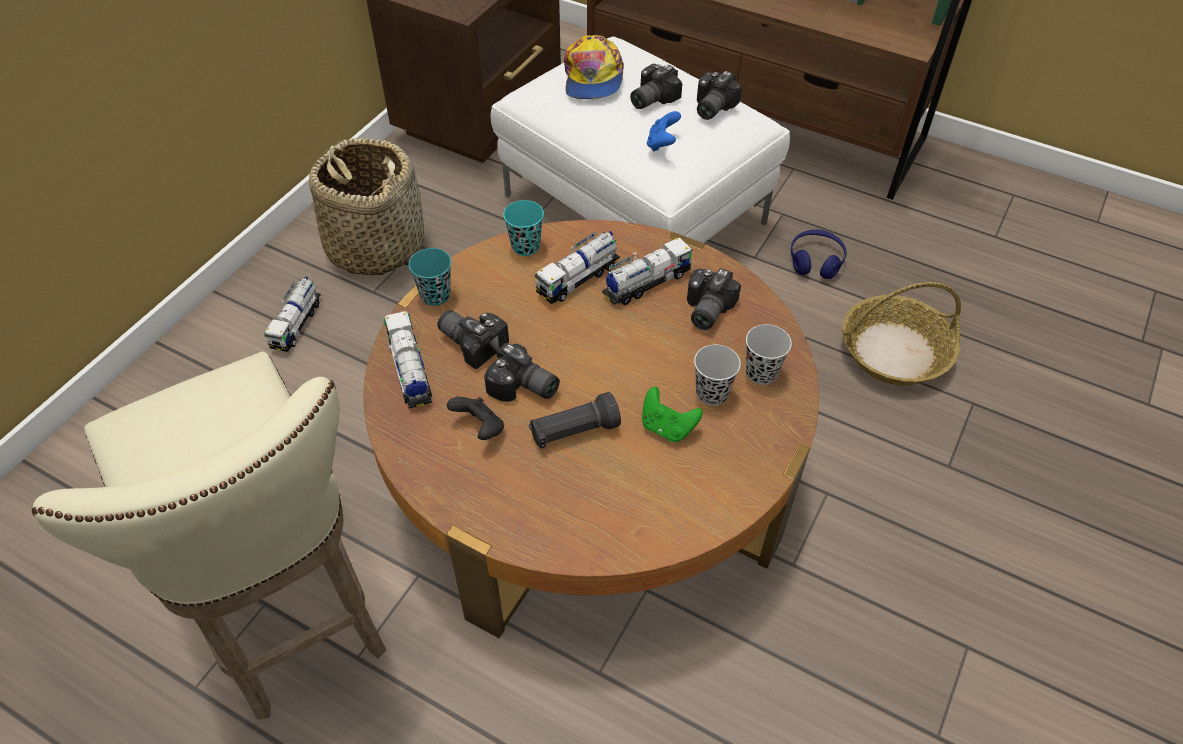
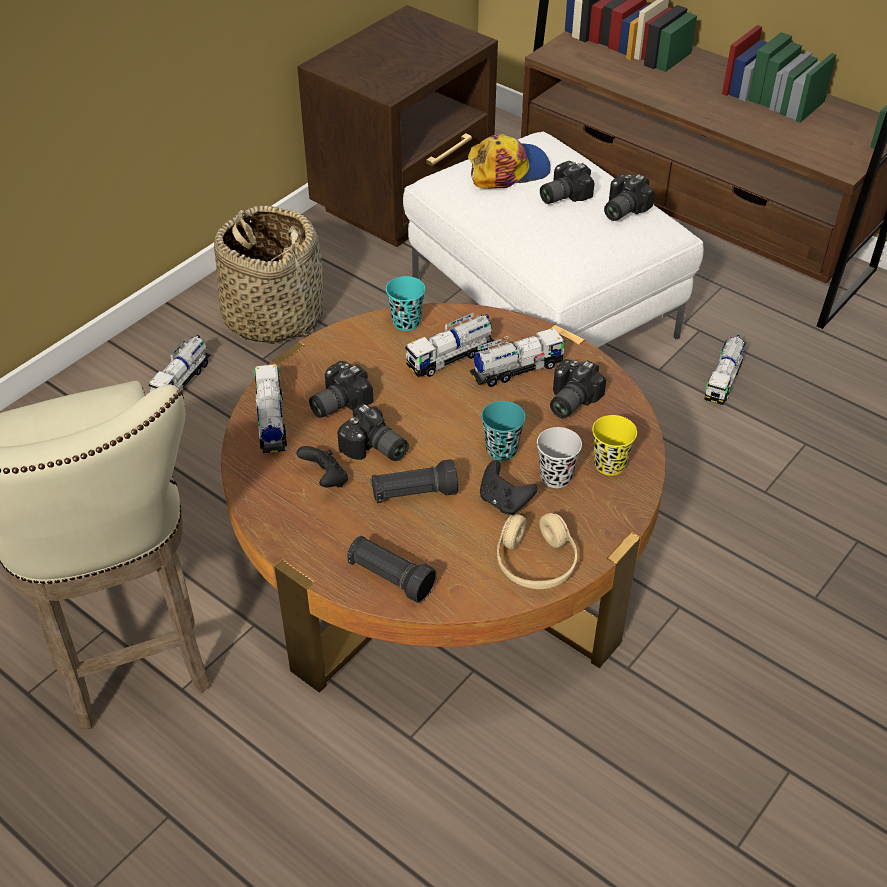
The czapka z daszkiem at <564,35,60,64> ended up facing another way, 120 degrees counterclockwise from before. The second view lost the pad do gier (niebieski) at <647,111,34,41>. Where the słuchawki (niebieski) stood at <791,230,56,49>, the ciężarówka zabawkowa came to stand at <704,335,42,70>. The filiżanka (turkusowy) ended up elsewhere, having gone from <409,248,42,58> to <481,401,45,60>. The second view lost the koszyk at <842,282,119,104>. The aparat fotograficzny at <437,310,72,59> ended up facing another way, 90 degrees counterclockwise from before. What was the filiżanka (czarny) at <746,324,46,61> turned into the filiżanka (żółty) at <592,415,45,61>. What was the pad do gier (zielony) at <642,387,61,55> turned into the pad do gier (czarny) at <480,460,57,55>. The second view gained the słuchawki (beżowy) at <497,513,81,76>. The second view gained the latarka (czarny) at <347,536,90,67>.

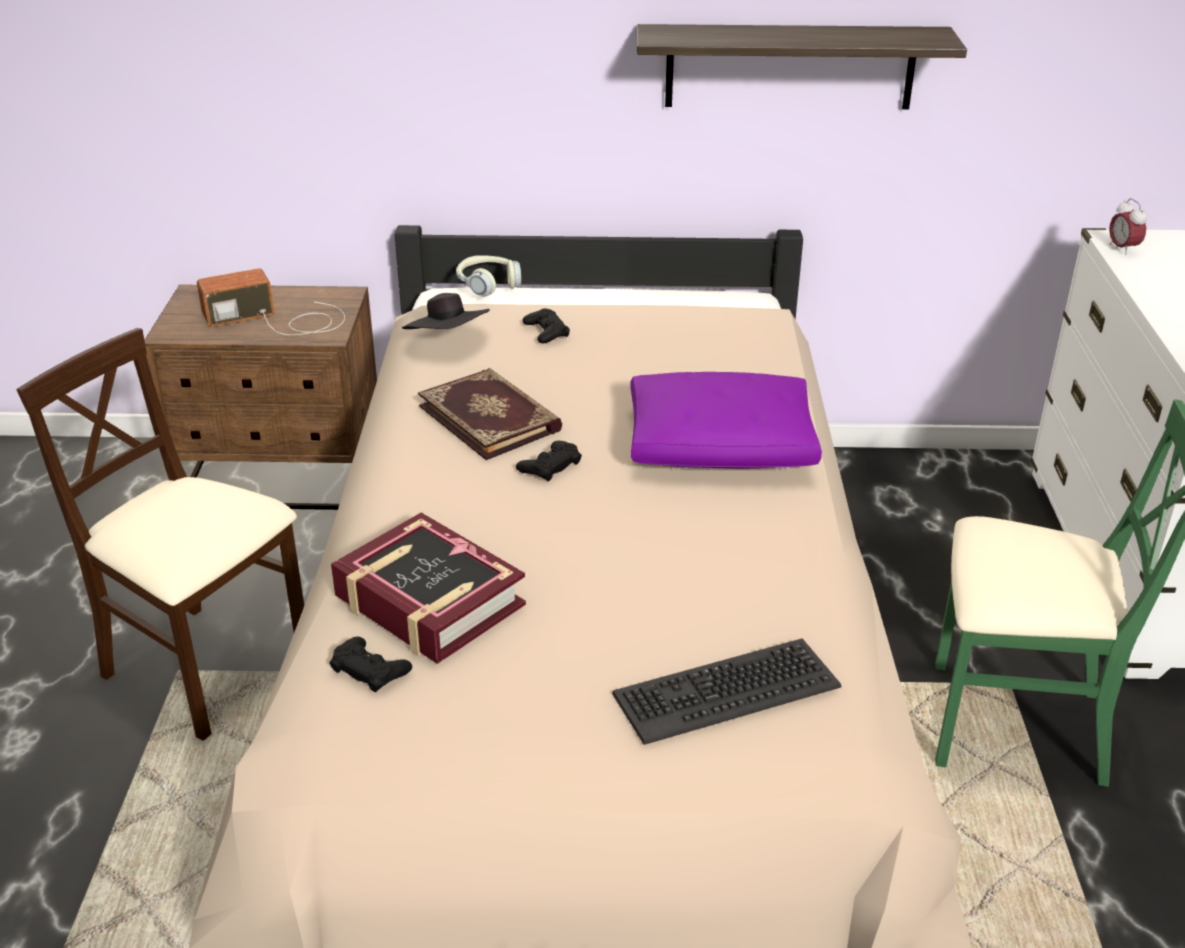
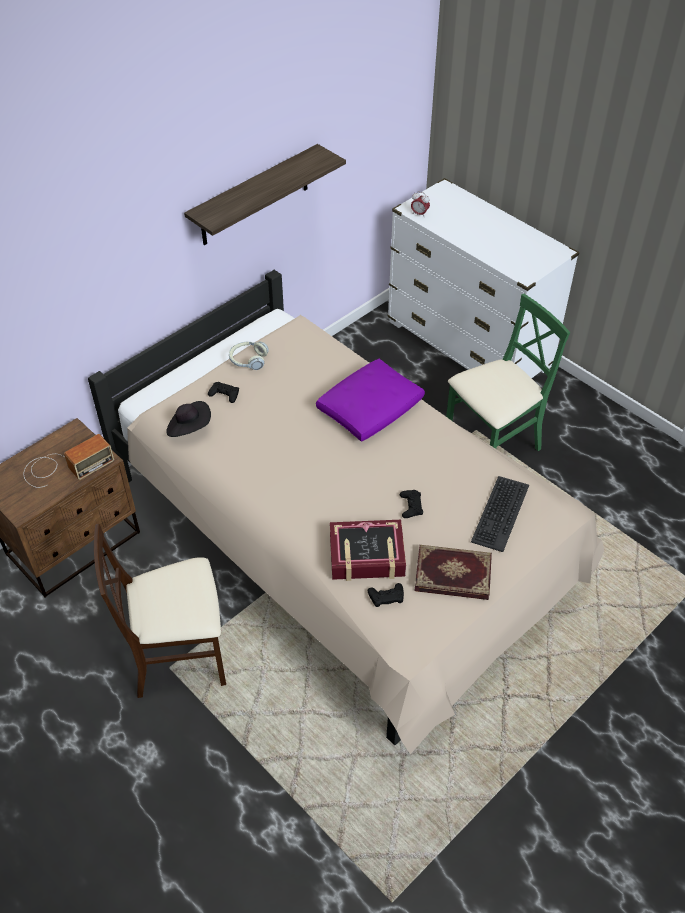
The słuchawki ended up elsewhere, having gone from <456,256,65,41> to <229,341,39,29>. The radio at <197,268,148,68> ended up facing another way, 150 degrees counterclockwise from before. The książka ended up elsewhere, having gone from <418,368,144,92> to <415,545,77,55>. The pad do gier (czarny) ended up elsewhere, having gone from <516,441,66,40> to <400,490,23,28>.

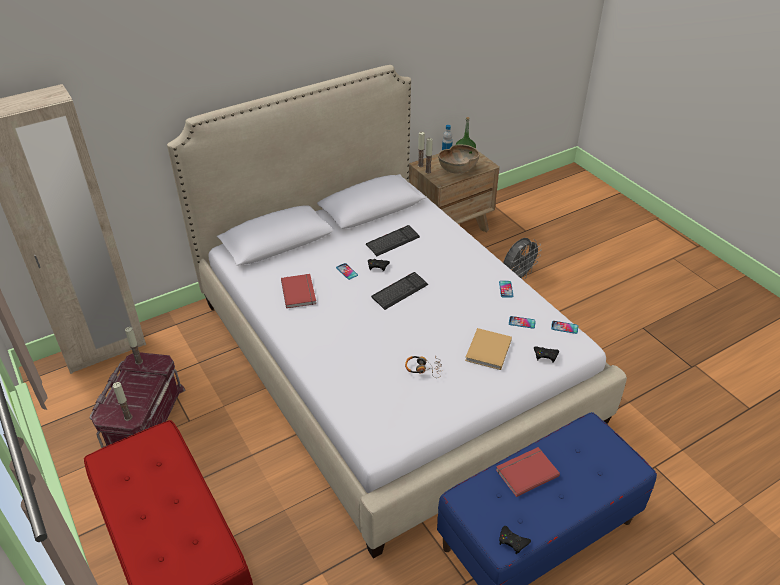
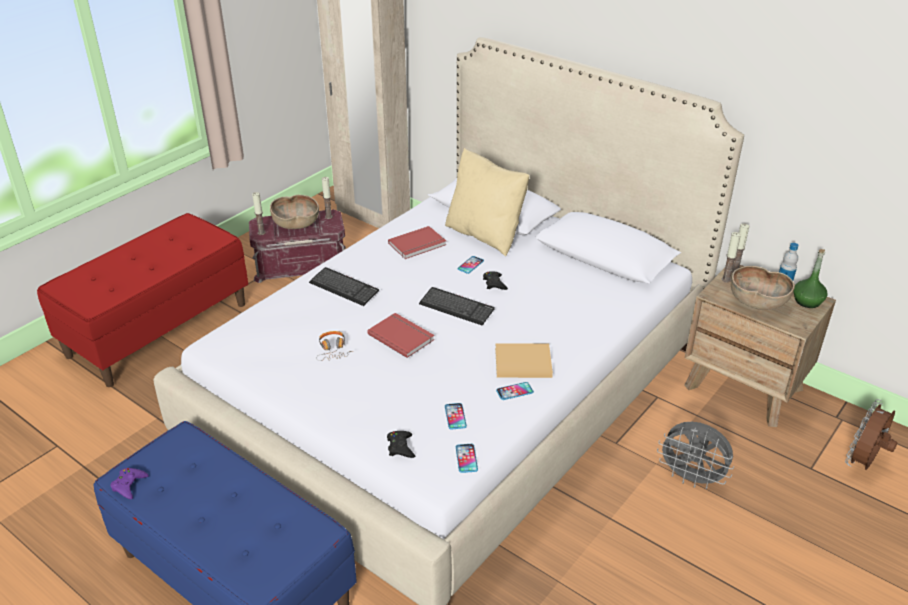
The klawiatura ended up elsewhere, having gone from <366,225,54,31> to <309,267,70,39>. The książka (beżowy) ended up elsewhere, having gone from <465,328,47,42> to <495,343,58,35>. The książka (czerwony) ended up elsewhere, having gone from <496,447,64,50> to <367,313,67,45>. What was the pad do gier (czarny) at <499,526,32,28> turned into the pad do gier (fioletowy) at <110,468,39,31>. The second view gained the poduszka (beżowy) at <445,148,84,108>. The second view gained the miska (brązowy) at <270,195,49,34>. The second view gained the wentylator (brązowy) at <845,399,52,71>.

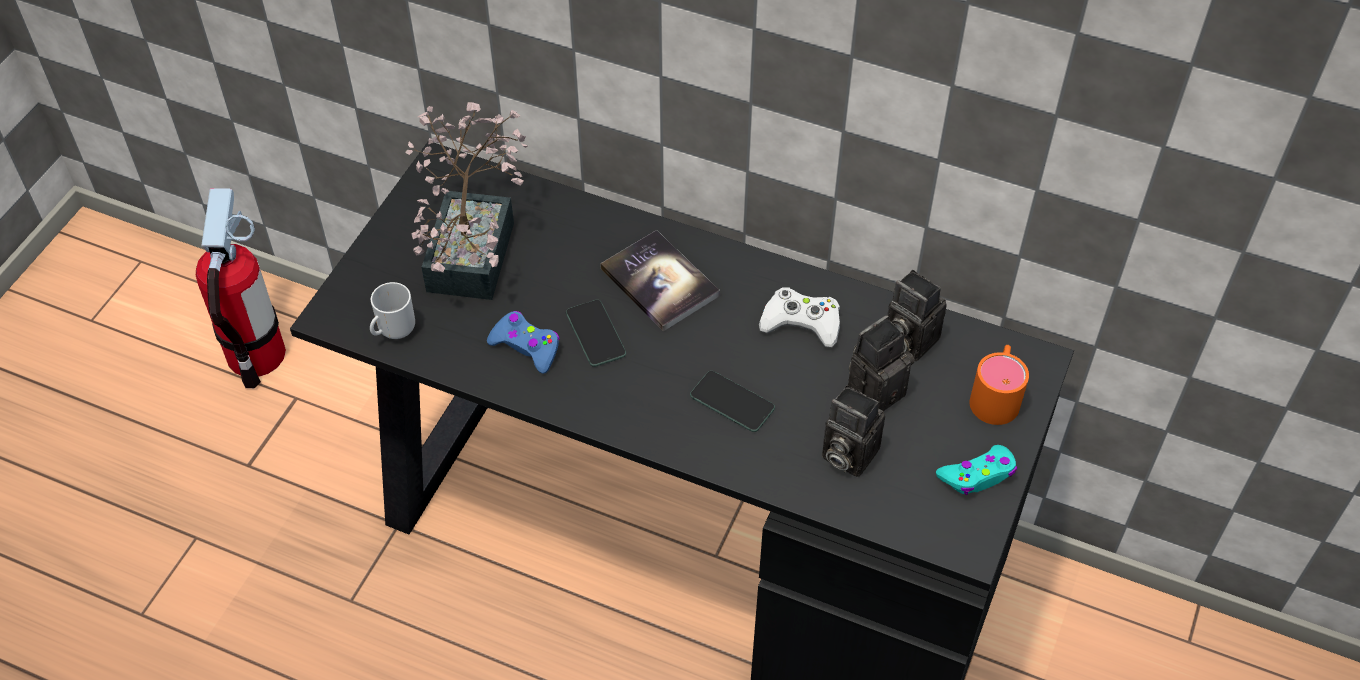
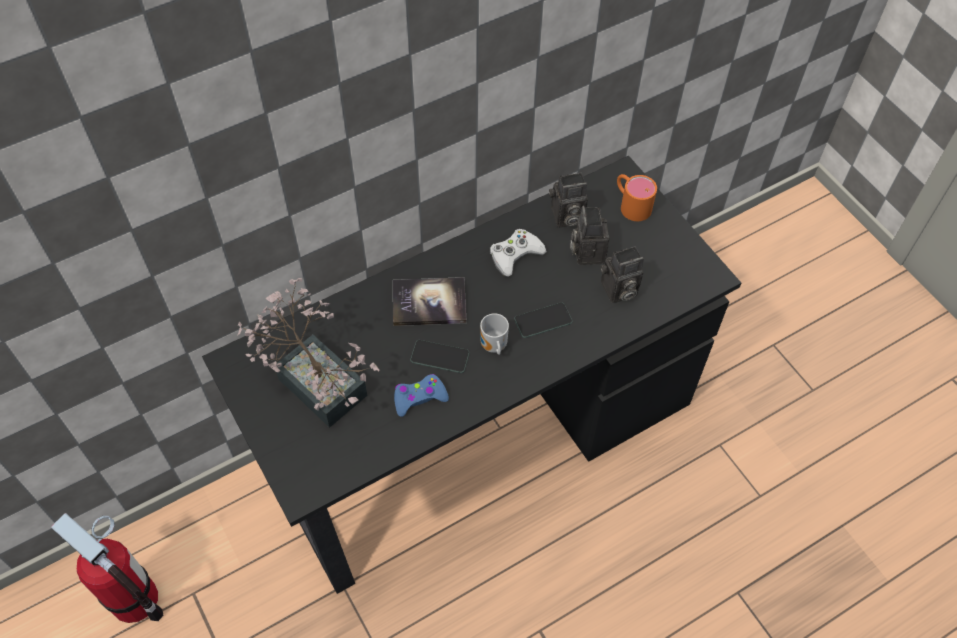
The kubek ended up elsewhere, having gone from <370,282,45,57> to <480,313,29,42>. The second view lost the pad do gier (turkusowy) at <936,445,81,50>.

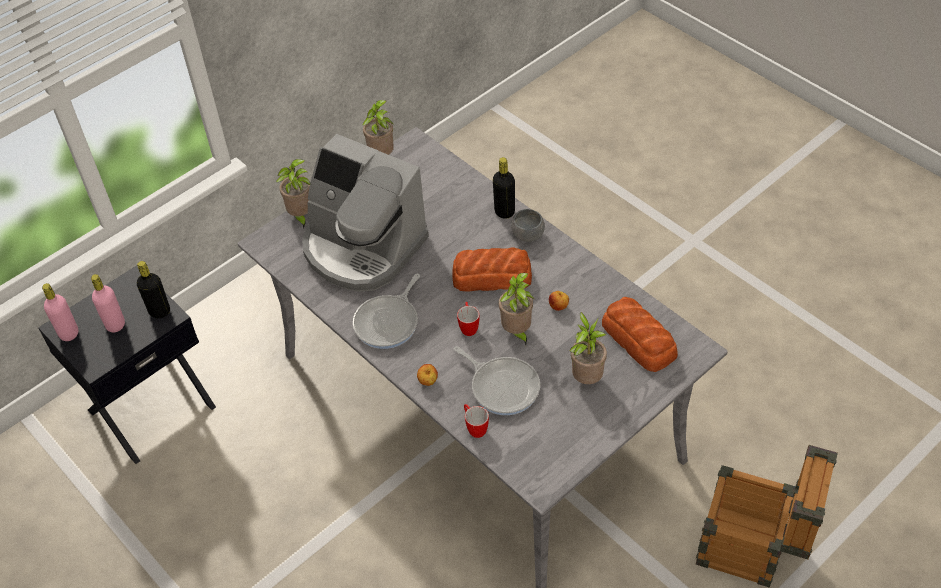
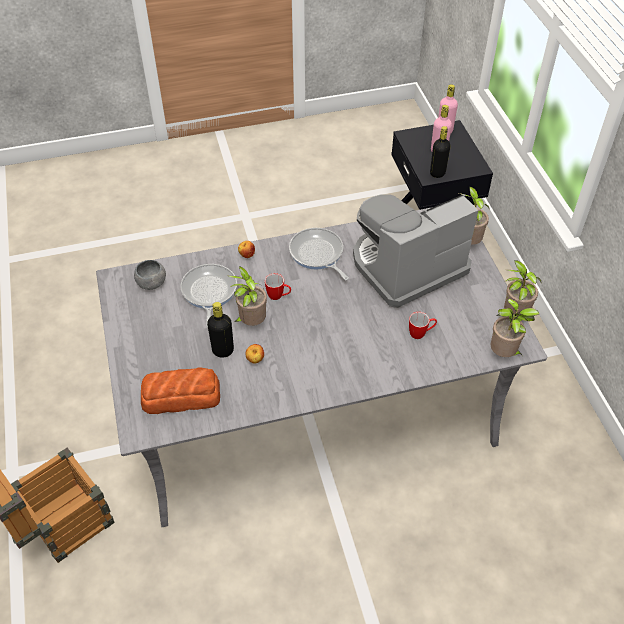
The butelka (czarny) ended up elsewhere, having gone from <493,157,22,62> to <207,302,27,56>. The miska (szary) ended up elsewhere, having gone from <511,209,34,33> to <134,260,32,30>. The second view lost the chleb at <452,247,80,45>. The roślina doniczkowa ended up elsewhere, having gone from <570,312,37,72> to <491,298,48,59>. The patelnia at <454,346,86,69> ended up facing another way, 105 degrees clockwise from before. The kubek ended up elsewhere, having gone from <464,404,25,34> to <409,312,28,27>.

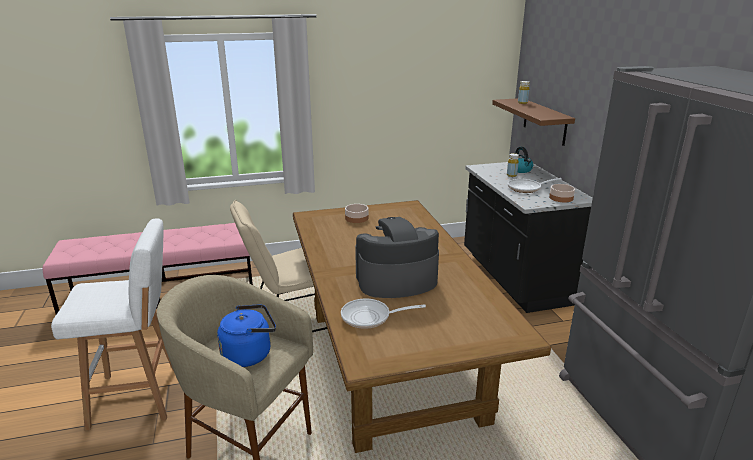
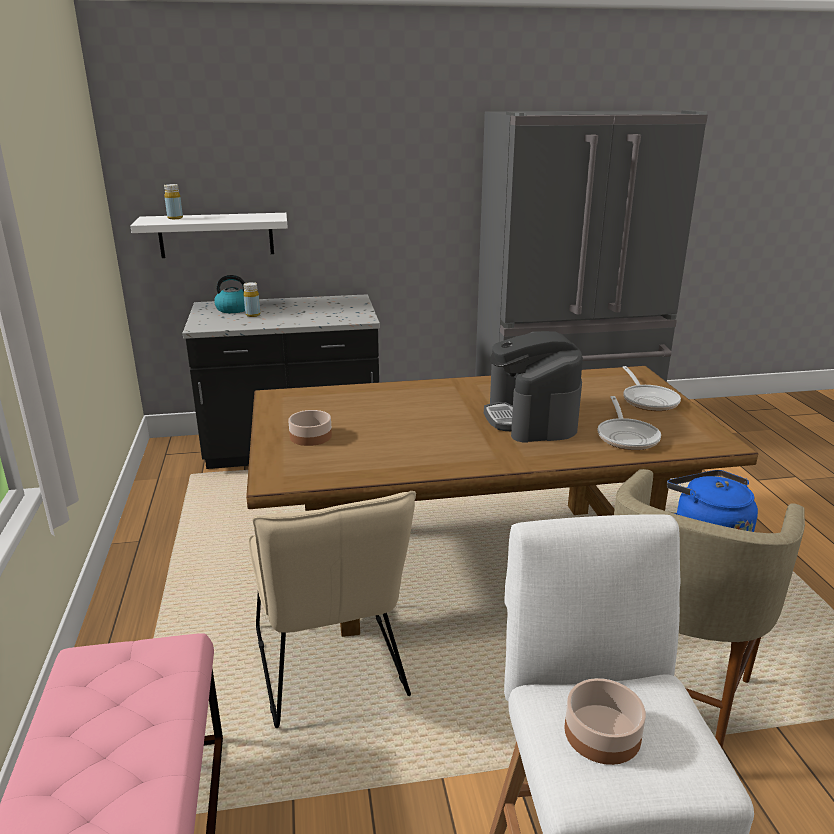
What was the półka (brązowy) at <492,98,83,48> turned into the półka (biały) at <130,213,158,45>. The patelnia ended up elsewhere, having gone from <508,178,54,15> to <623,366,58,45>. The miska ended up elsewhere, having gone from <549,184,26,18> to <564,678,82,87>.

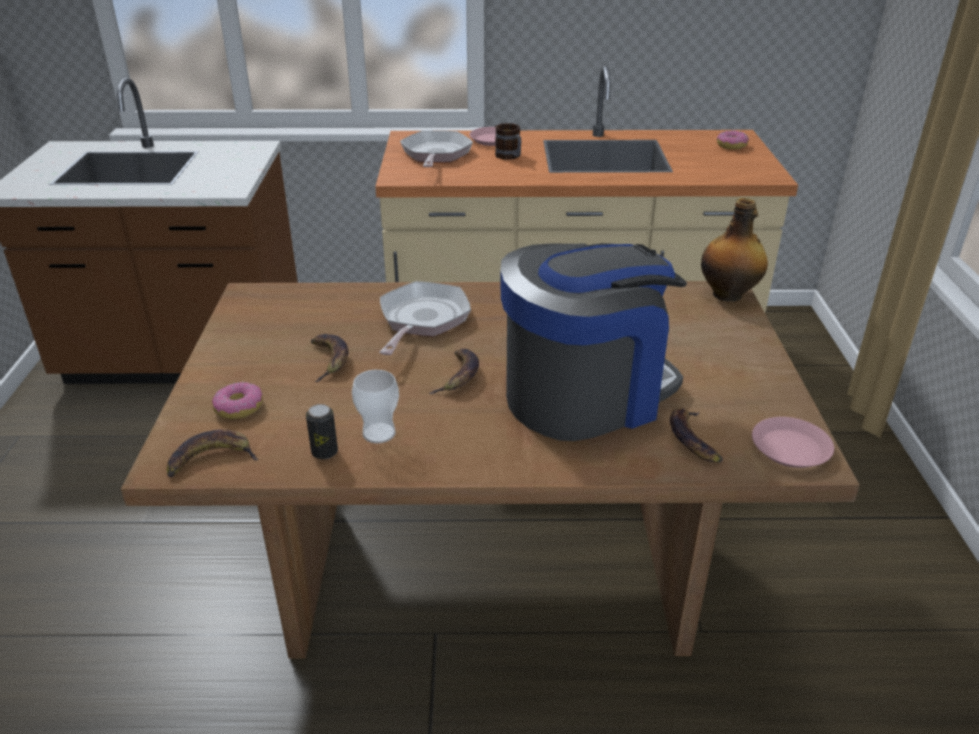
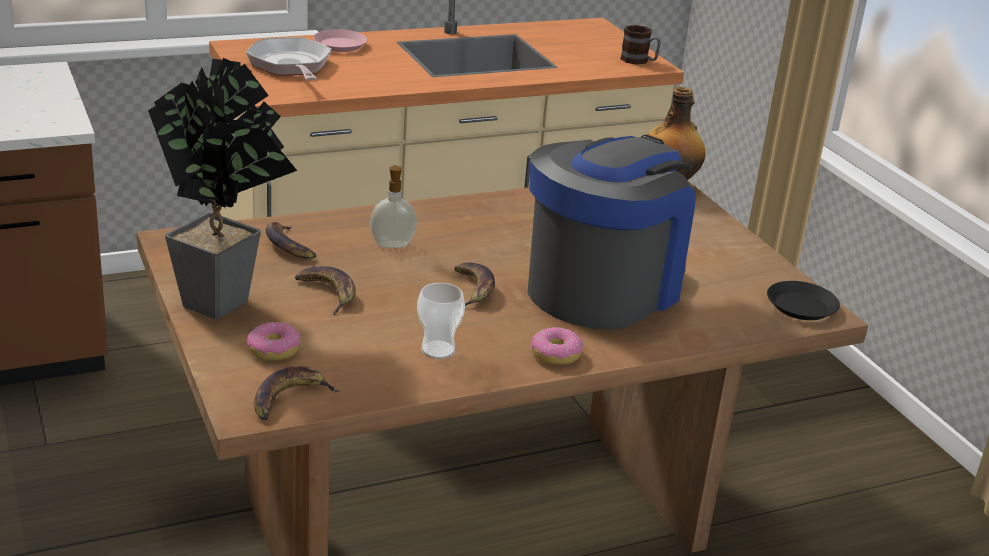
The kubek ended up elsewhere, having gone from <495,123,26,37> to <621,25,40,40>. The donut ended up elsewhere, having gone from <717,130,32,19> to <531,327,52,38>. Where the patelnia stood at <379,281,92,74>, the dozownik mydła came to stand at <370,165,47,83>. The second view lost the puszka at <306,404,32,55>. The banan ended up elsewhere, having gone from <670,408,53,55> to <266,222,50,37>. What was the talerz (różowy) at <752,417,82,51> turned into the talerz (czarny) at <767,281,73,39>. The second view gained the roślina doniczkowa at <148,58,149,261>.

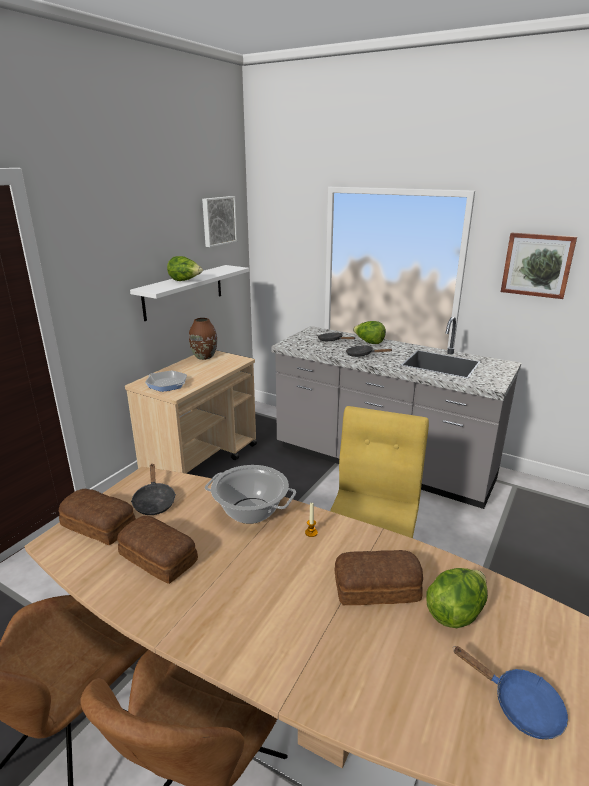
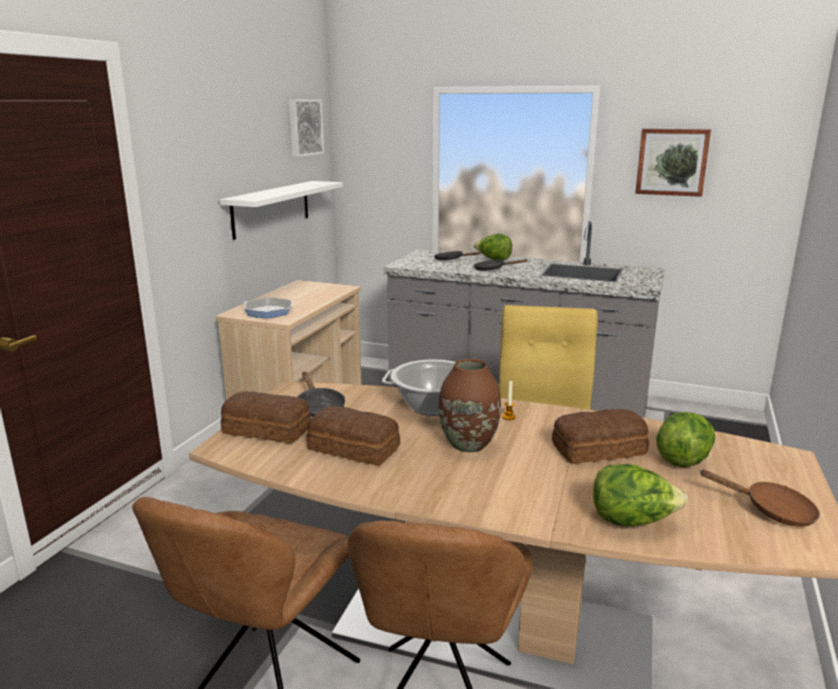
The sałata ended up elsewhere, having gone from <167,256,36,25> to <593,464,95,63>. The wazon (brązowy) ended up elsewhere, having gone from <189,318,28,42> to <439,359,62,93>. What was the patelnia (niebieski) at <453,646,115,93> turned into the patelnia (brązowy) at <699,469,121,57>.

